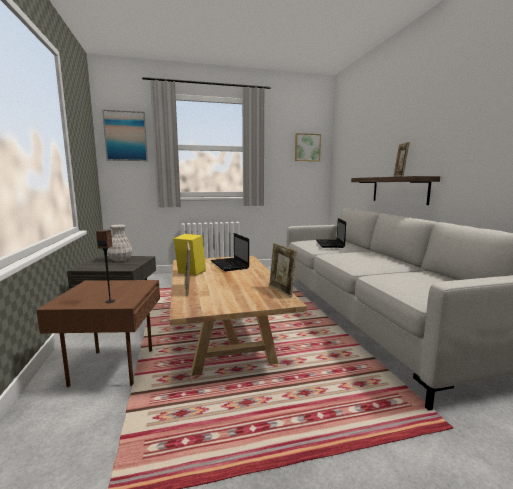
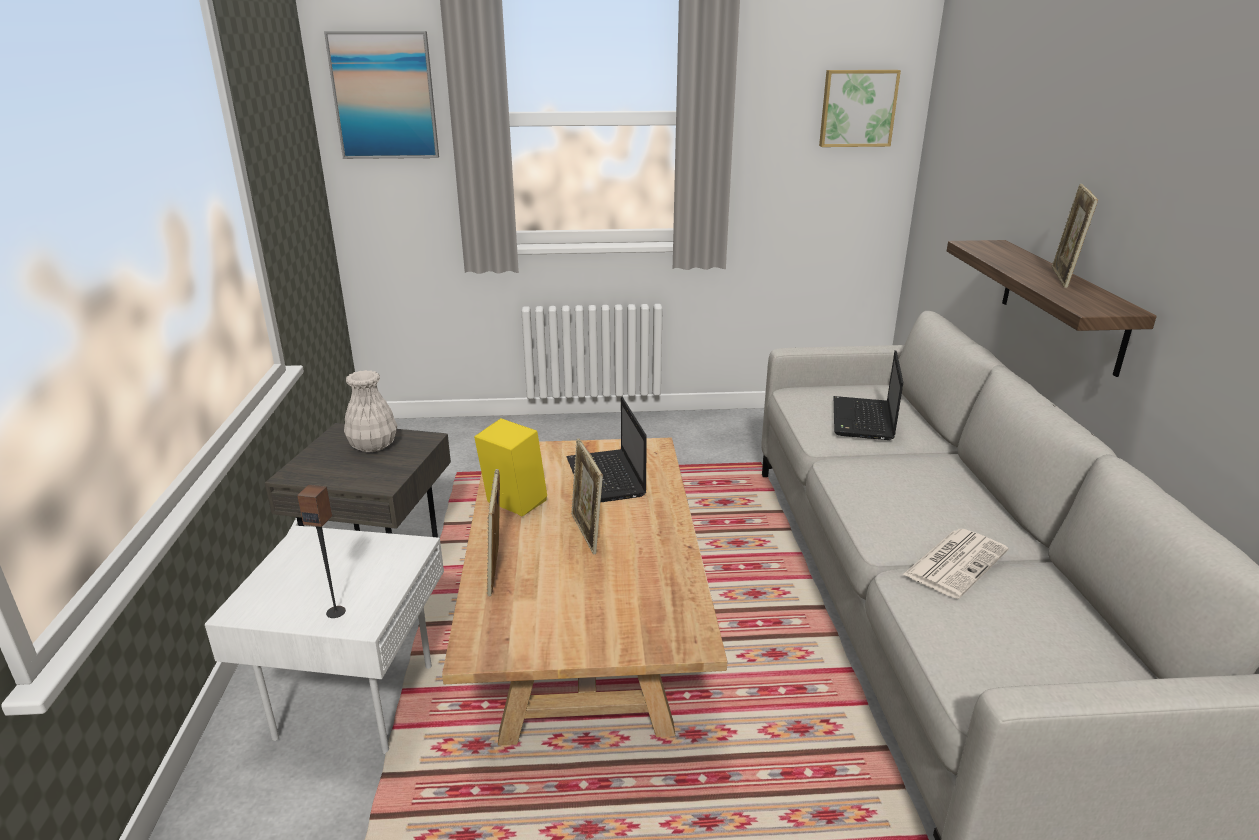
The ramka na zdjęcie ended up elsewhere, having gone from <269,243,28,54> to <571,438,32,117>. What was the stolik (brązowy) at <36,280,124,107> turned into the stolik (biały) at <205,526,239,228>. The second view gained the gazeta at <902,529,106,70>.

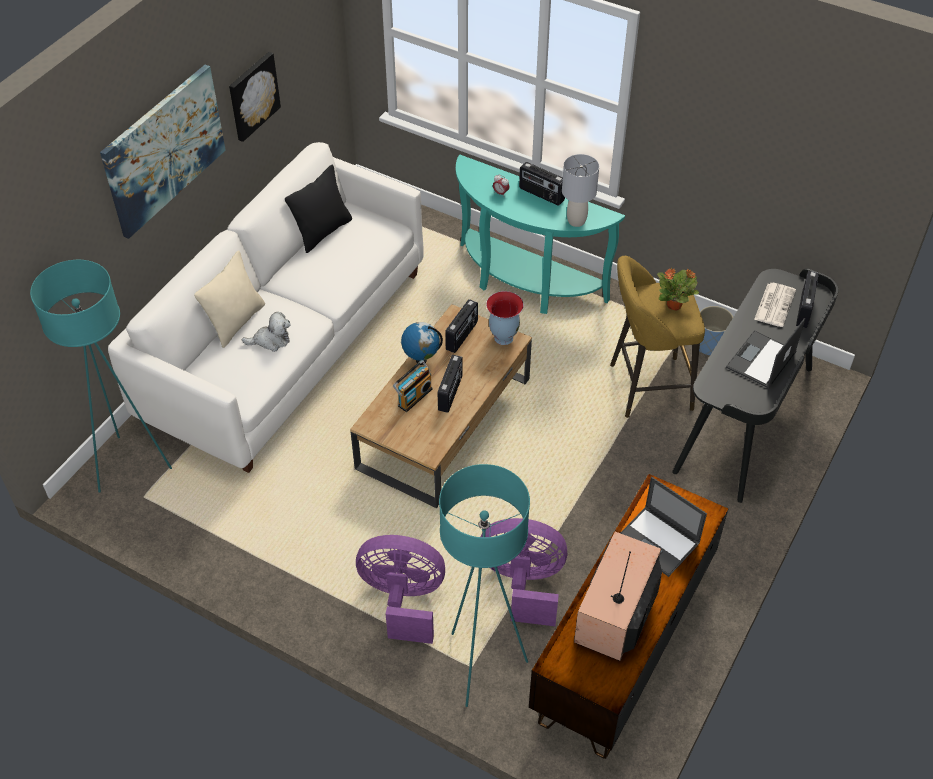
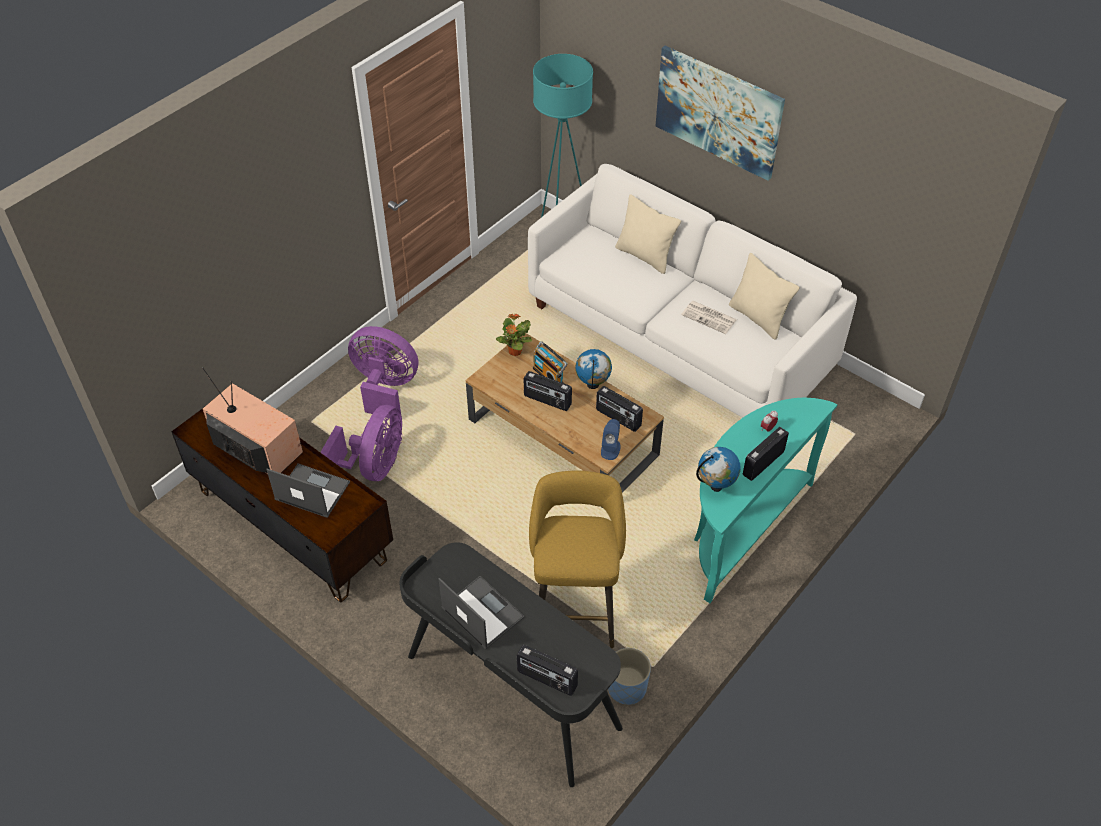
The second view lost the obraz at <229,52,52,90>. Where the lampa stołowa (szary) stood at <562,154,37,73>, the globus came to stand at <696,447,45,45>. What was the poduszka (czarny) at <285,164,67,89> turned into the poduszka (beżowy) at <729,253,71,87>. The roślina doniczkowa ended up elsewhere, having gone from <657,268,42,42> to <496,313,36,43>. The gazeta ended up elsewhere, having gone from <754,283,42,44> to <681,301,56,33>. Where the wazon stood at <486,291,38,54>, the głośnik (niebieski) came to stand at <601,419,20,41>. The second view lost the pluszak at <242,312,49,40>. The second view lost the lampa stojąca (turkusowy) at <439,464,91,243>. The laptop at <620,477,87,100> ended up facing another way, 60 degrees clockwise from before. The wentylator (fioletowy) at <356,535,89,109> ended up facing another way, 90 degrees counterclockwise from before.

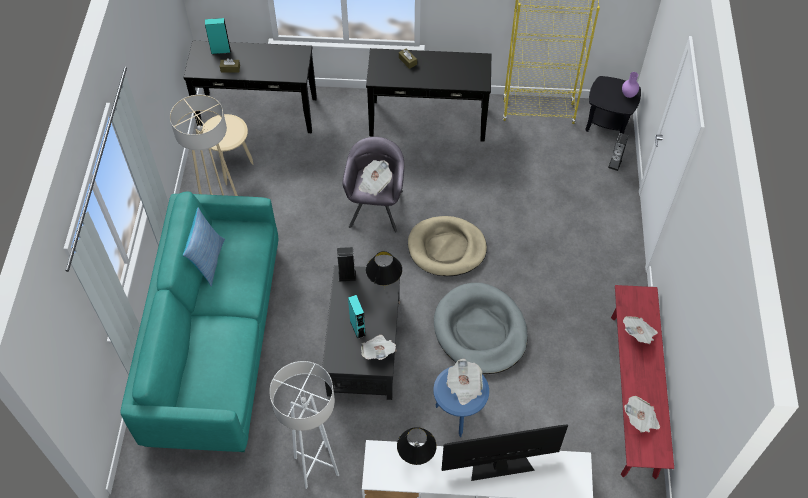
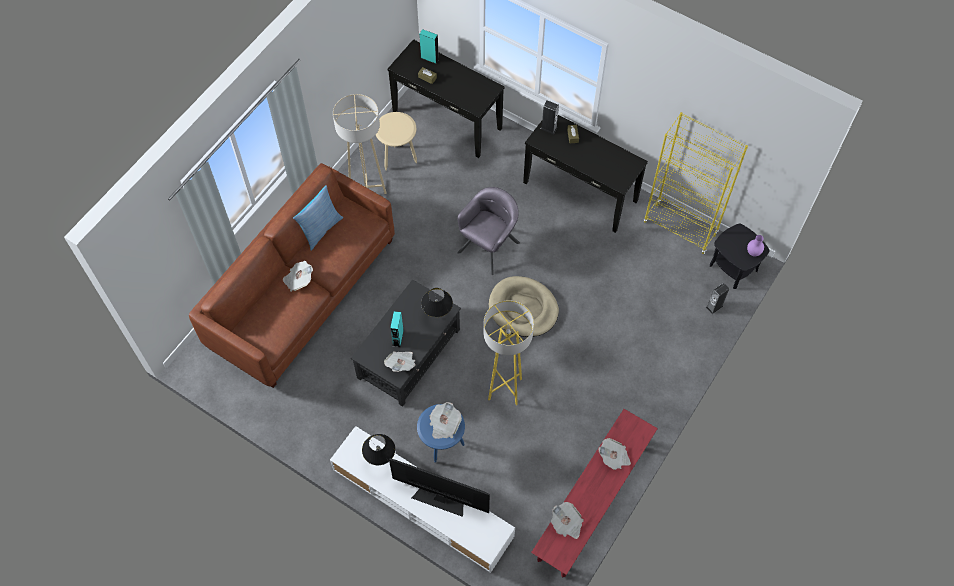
The gazeta ended up elsewhere, having gone from <359,160,33,36> to <283,261,30,31>. What was the kanapa (turkusowy) at <120,192,158,260> turned into the kanapa (brązowy) at <189,163,206,225>. The głośnik ended up elsewhere, having gone from <337,247,19,34> to <541,100,18,34>. Where the legowisko (szary) stood at <434,283,94,91>, the lampa stojąca (żółty) came to stand at <483,300,51,105>. The second view lost the lampa stojąca (biały) at <269,361,70,128>.

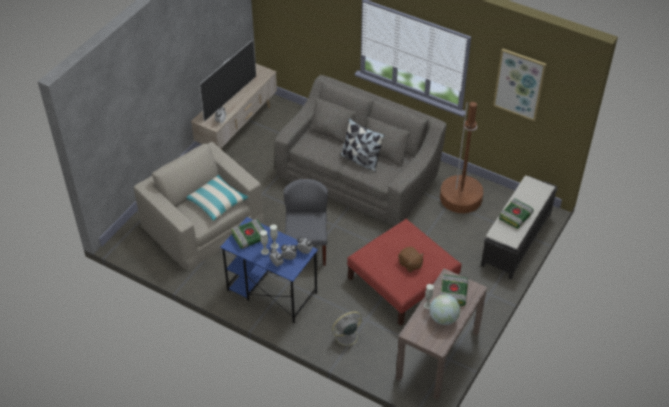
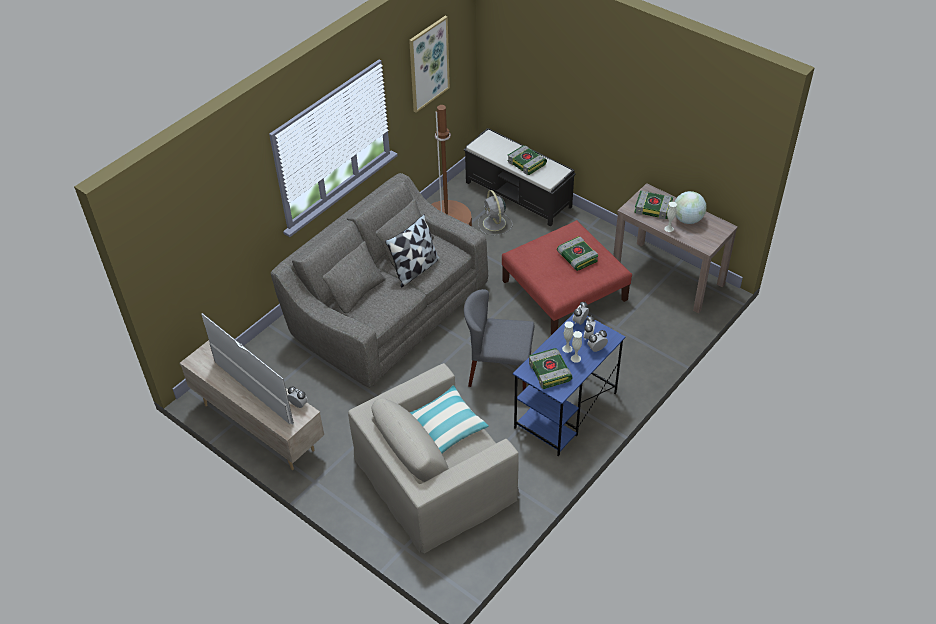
Where the pluszak (brązowy) stood at <398,247,26,25>, the książka came to stand at <557,236,41,35>. The wentylator (szary) ended up elsewhere, having gone from <330,311,35,40> to <478,190,35,45>.

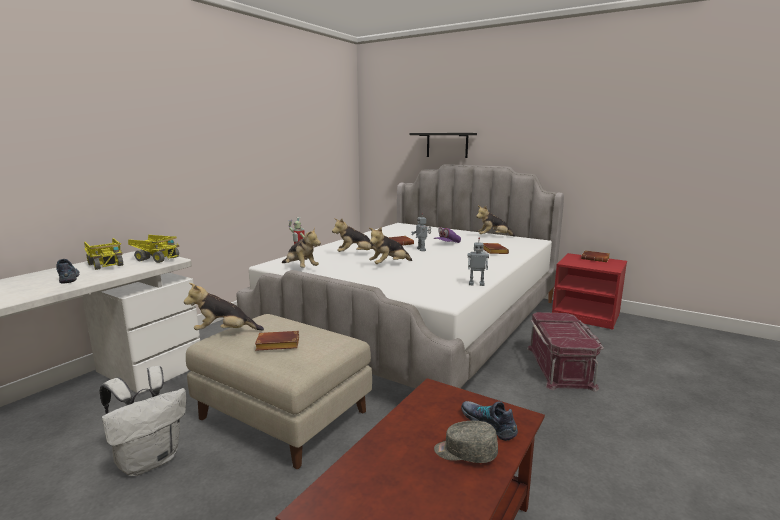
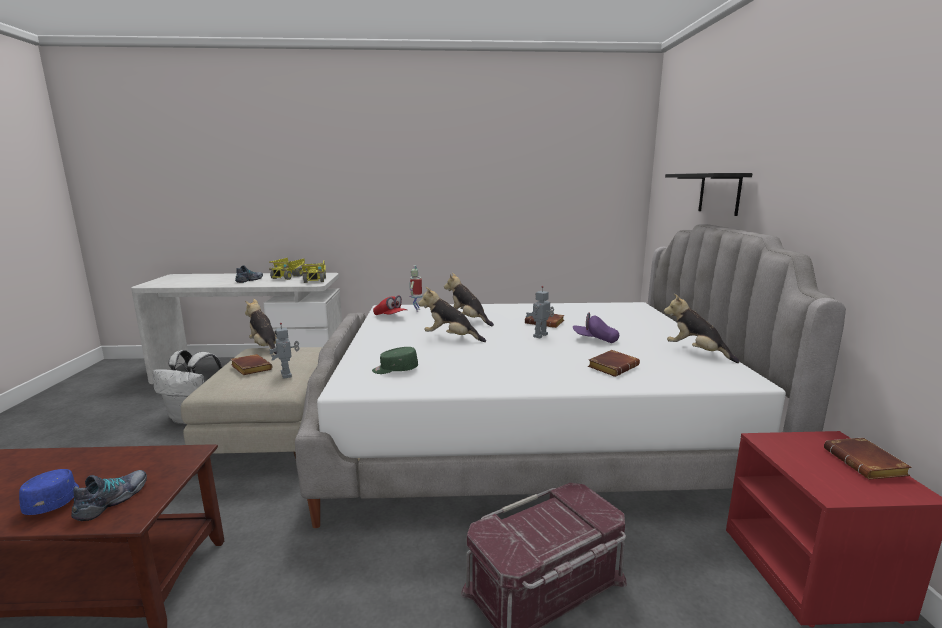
Where the pluszak stood at <282,228,39,40>, the czapka z daszkiem (czerwony) came to stand at <373,295,34,20>. The robot zabawkowy ended up elsewhere, having gone from <467,238,22,48> to <269,323,30,56>. What was the czapka z daszkiem (szary) at <434,421,64,42> turned into the czapka z daszkiem (niebieski) at <19,469,60,46>. The second view gained the czapka z daszkiem (zielony) at <372,347,46,27>.

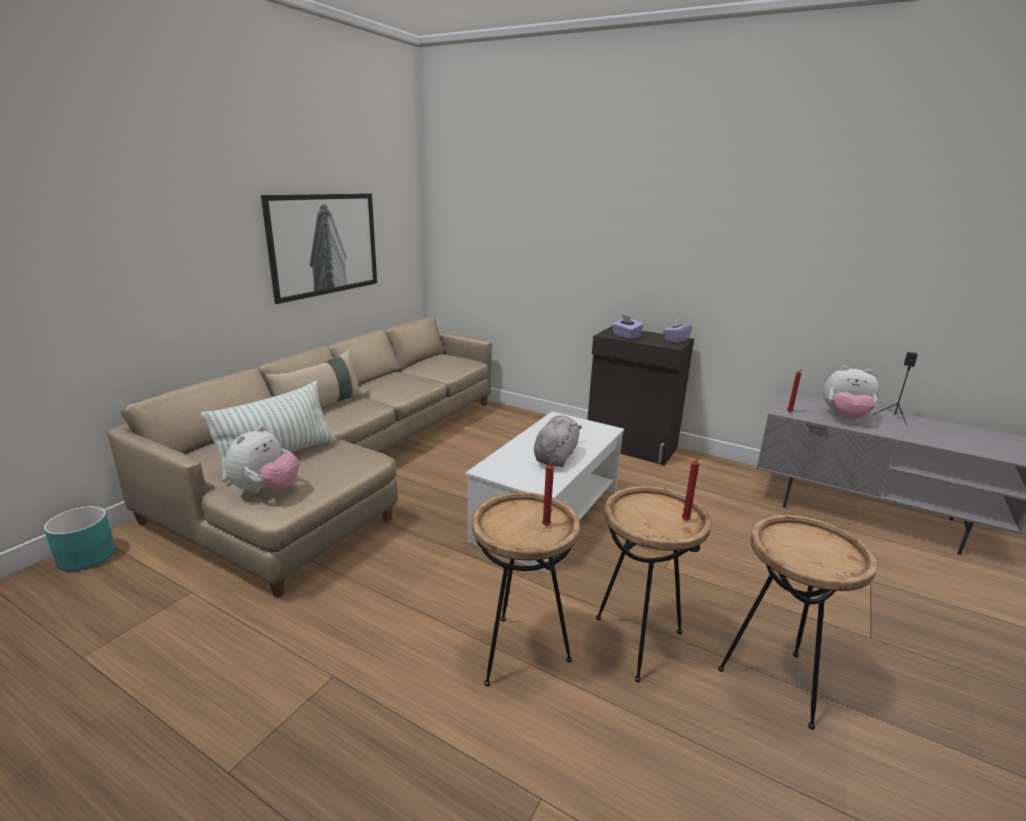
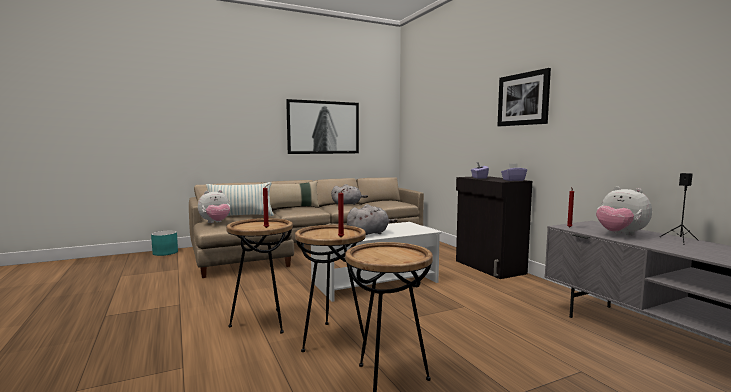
The second view gained the obraz at <497,68,54,58>. The second view gained the pluszak (szary) at <331,184,37,21>.

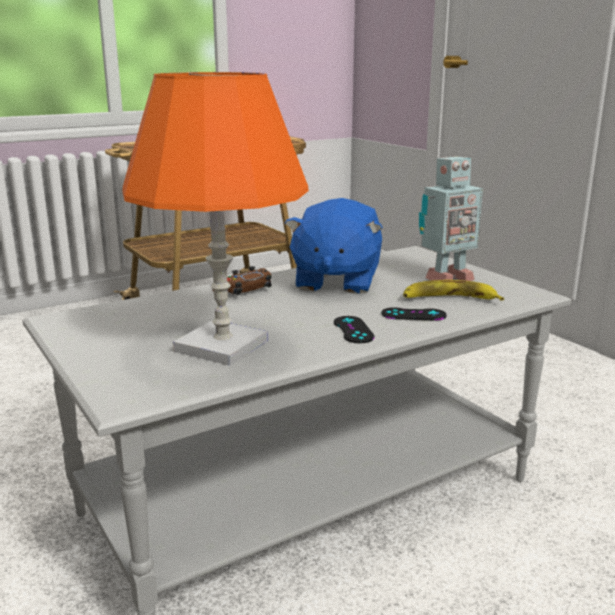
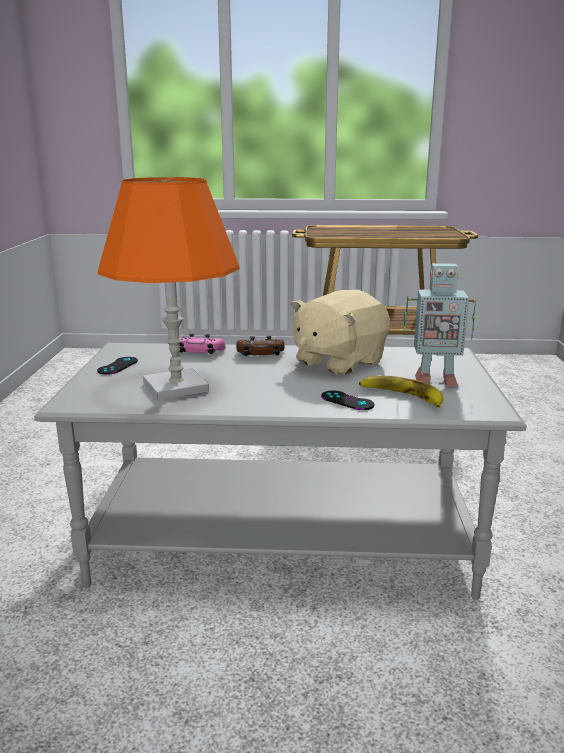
What was the pluszak (niebieski) at <285,198,98,96> turned into the pluszak (beżowy) at <291,290,99,85>. The pad do gier (czarny) ended up elsewhere, having gone from <334,316,41,27> to <97,357,41,18>. The second view gained the pad do gier (różowy) at <179,333,47,21>.

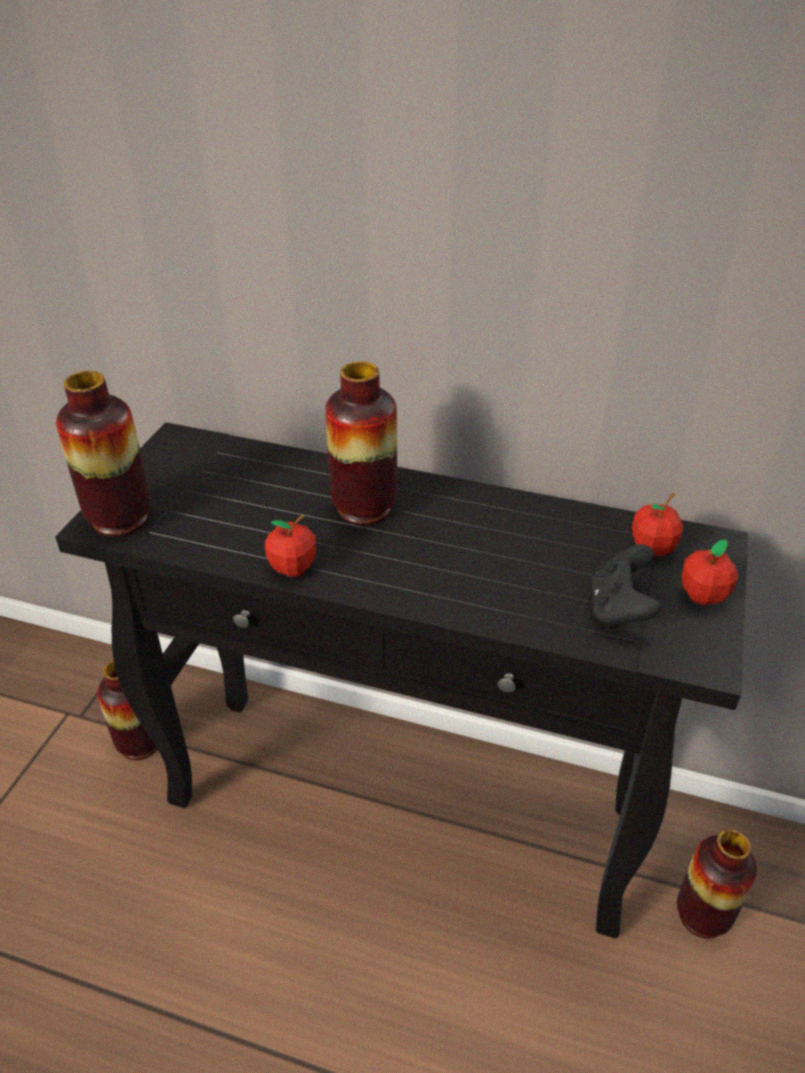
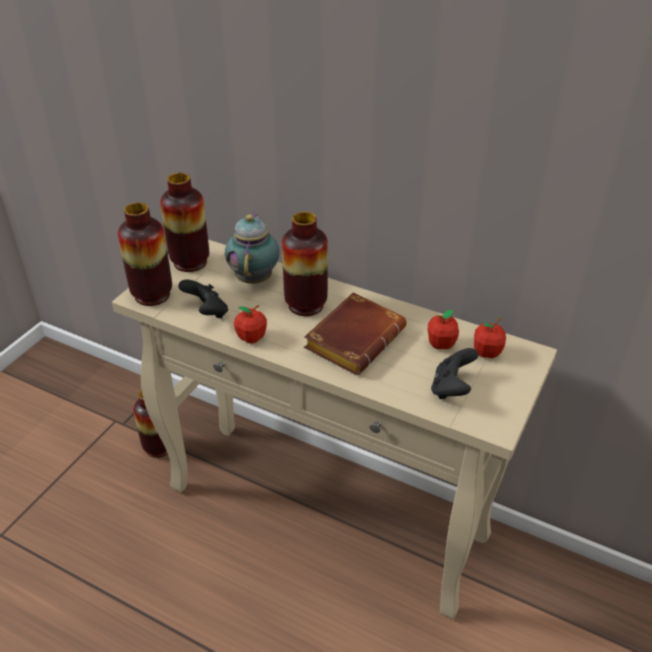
What was the stolik konsolowy (czarny) at <55,422,693,516> turned into the stolik konsolowy (beżowy) at <112,240,445,379>. The jabłko ended up elsewhere, having gone from <682,539,56,67> to <427,310,32,39>. The wazon ended up elsewhere, having gone from <677,829,80,109> to <160,173,49,99>. The second view gained the imbryk at <225,213,54,71>. The second view gained the pad do gier (czarny) at <178,279,50,39>. The second view gained the książka (brązowy) at <304,293,102,82>.

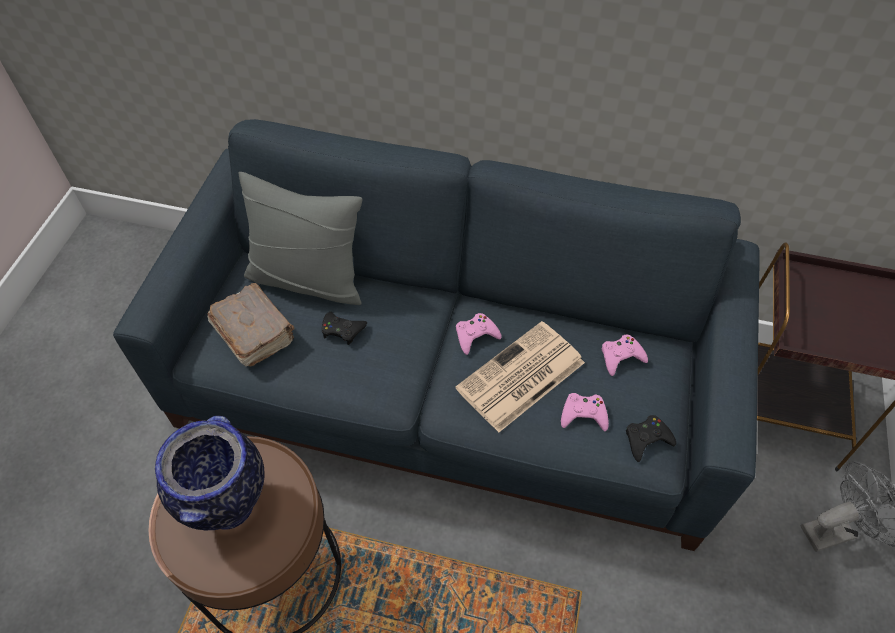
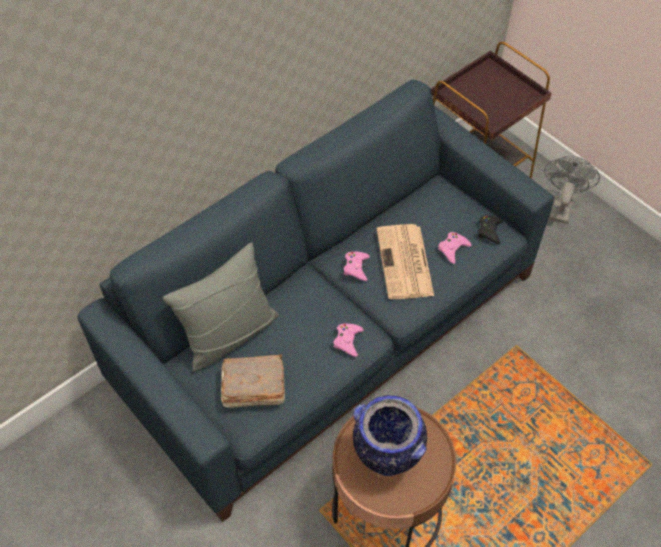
The second view lost the pad do gier (czarny) at <322,312,45,33>. The pad do gier (różowy) ended up elsewhere, having gone from <602,335,46,41> to <334,324,29,33>.

